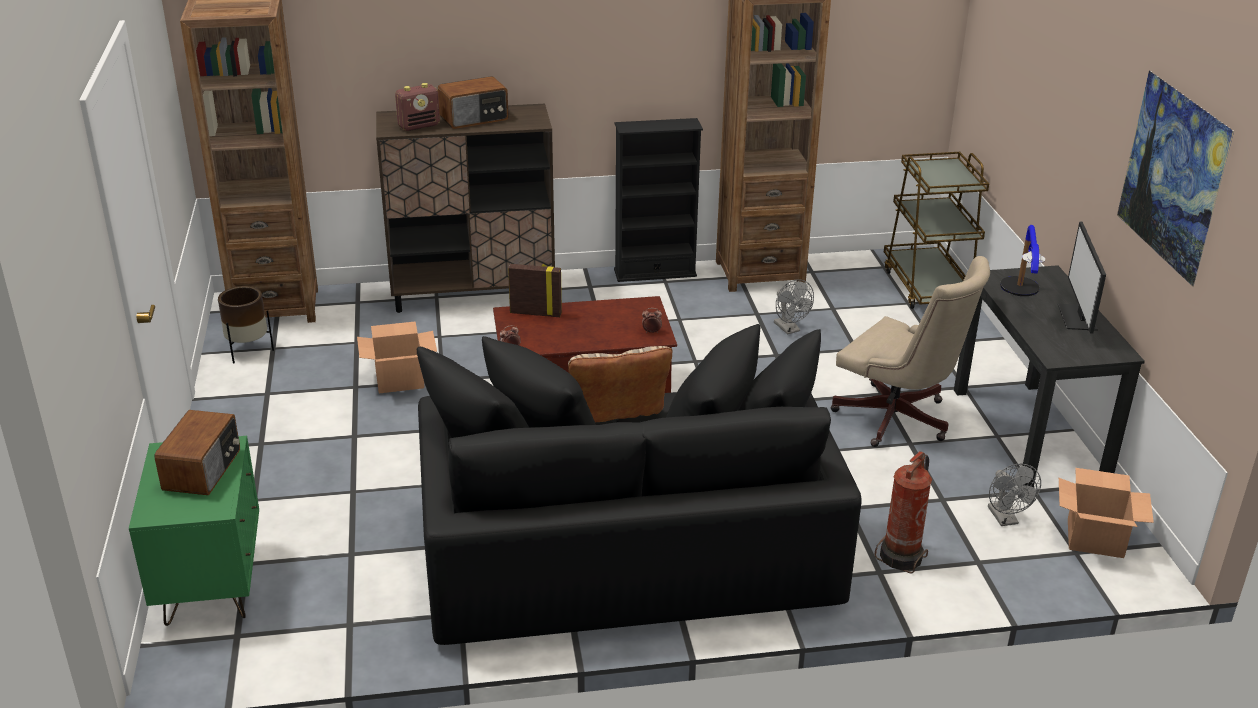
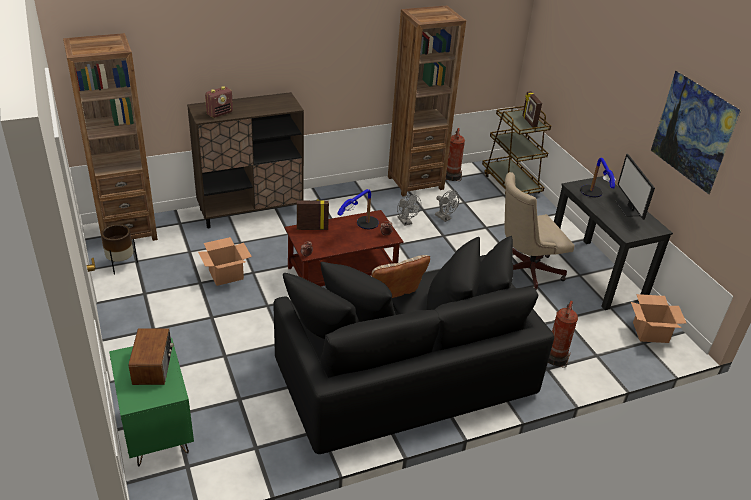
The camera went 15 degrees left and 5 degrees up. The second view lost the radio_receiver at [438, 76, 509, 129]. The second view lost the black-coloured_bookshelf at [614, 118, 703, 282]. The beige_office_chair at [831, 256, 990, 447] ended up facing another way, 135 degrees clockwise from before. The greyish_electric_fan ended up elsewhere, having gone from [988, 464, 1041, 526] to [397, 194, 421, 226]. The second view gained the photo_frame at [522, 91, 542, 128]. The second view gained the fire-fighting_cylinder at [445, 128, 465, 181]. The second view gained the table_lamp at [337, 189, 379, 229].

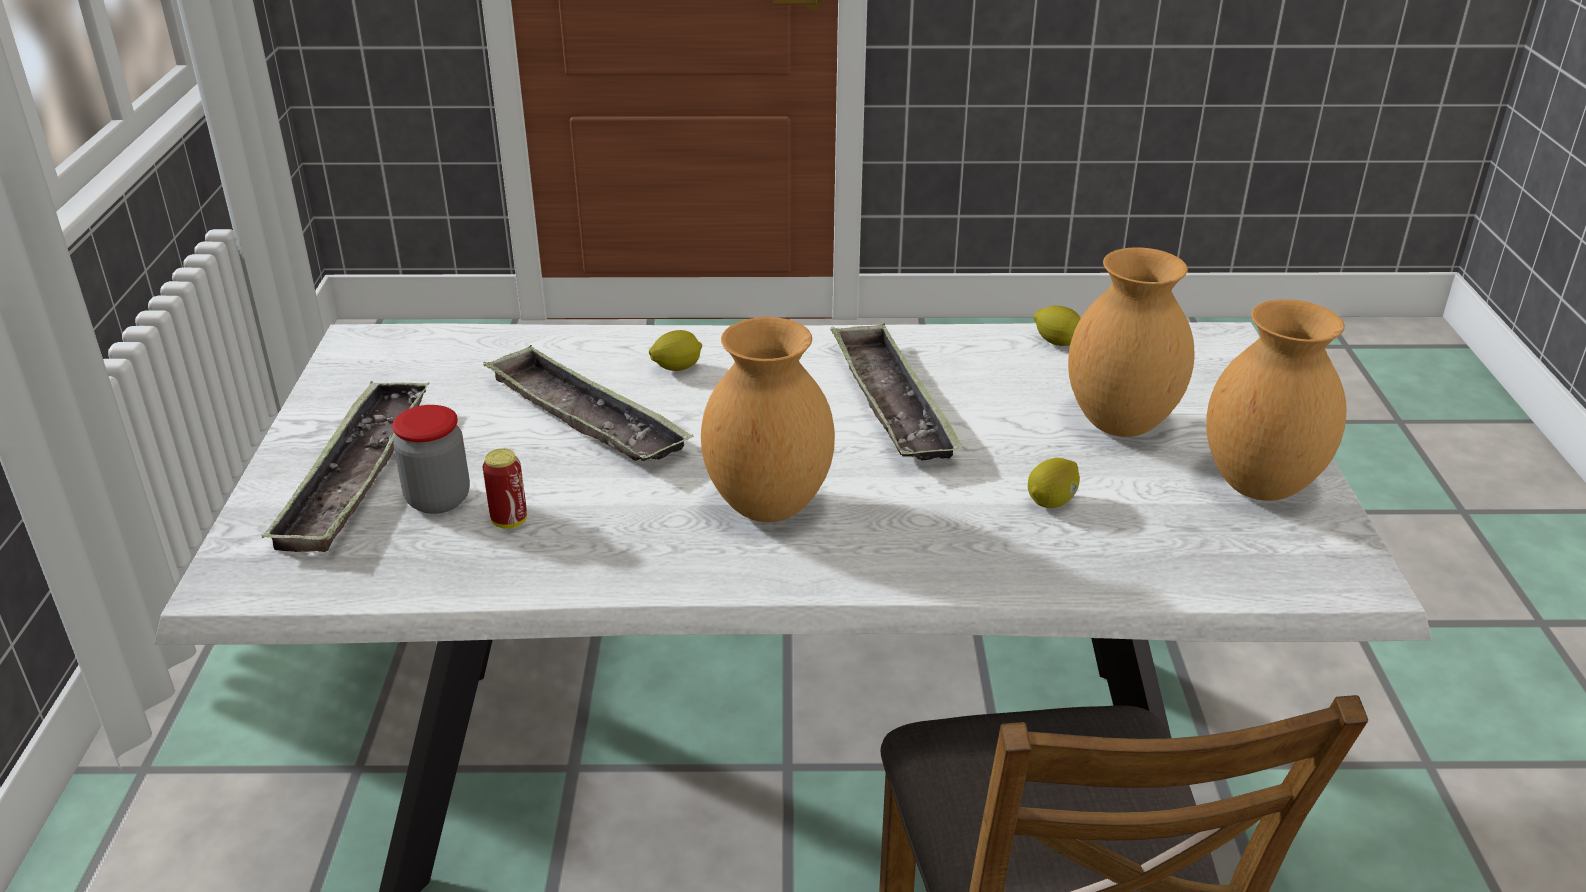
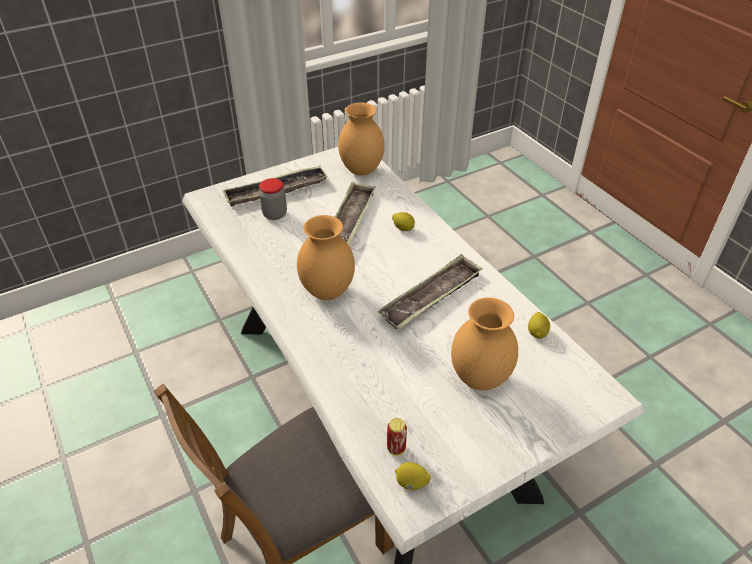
The camera went 60 degrees right and 10 degrees up. The brown_decorative_vase ended up elsewhere, having gone from [1206, 299, 1347, 501] to [338, 102, 385, 176]. The sealed_can ended up elsewhere, having gone from [483, 449, 527, 529] to [387, 418, 407, 455]. The lemon ended up elsewhere, having gone from [1028, 458, 1080, 508] to [395, 462, 431, 490].

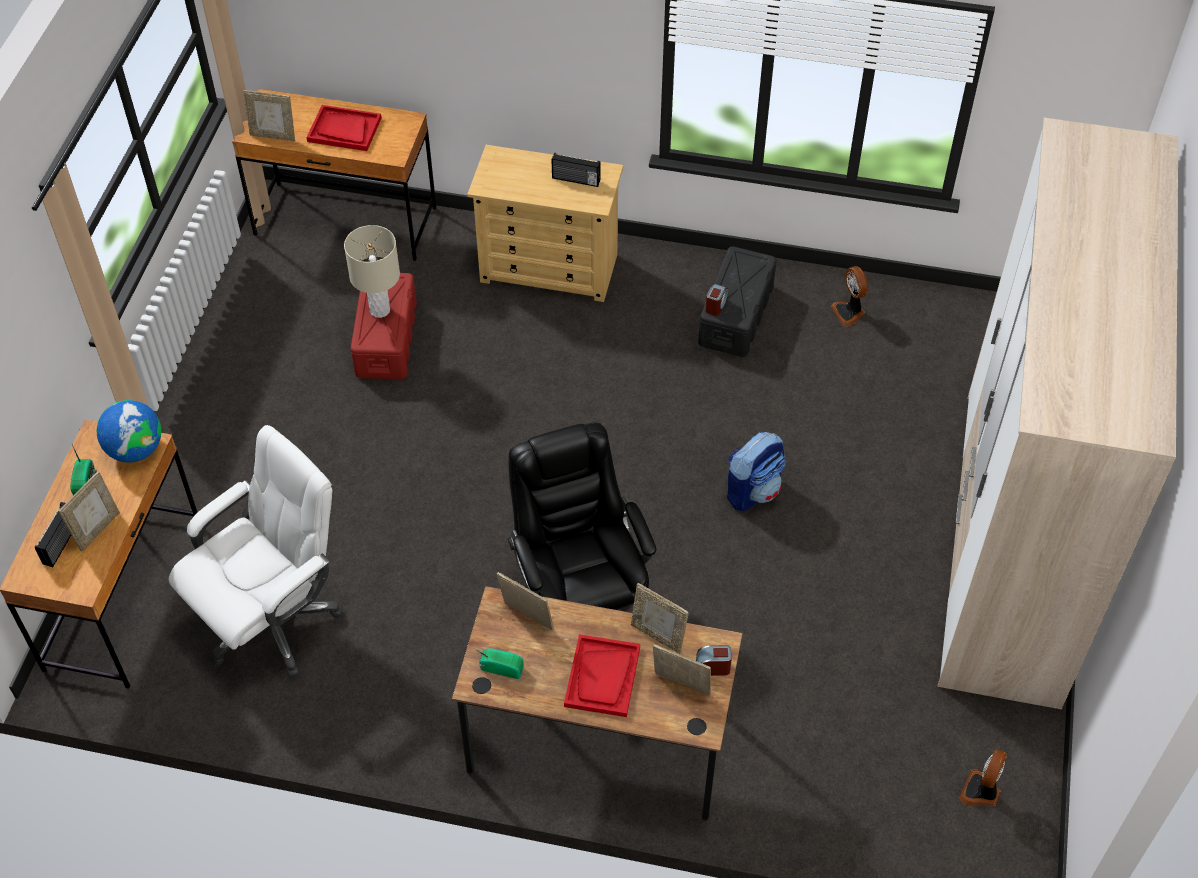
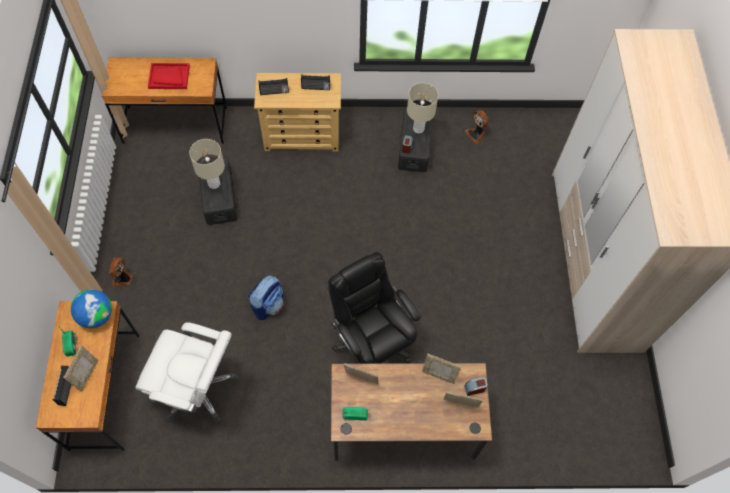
The camera went 15 degrees left and 10 degrees up. The second view lost the photo_frame at [243, 90, 295, 142]. What was the red_storage_box at [351, 273, 417, 379] turned into the black-coloured_storage_box at [198, 157, 237, 225]. The whitish_office_chair at [169, 425, 343, 677] ended up facing another way, 75 degrees clockwise from before. The rucksack ended up elsewhere, having gone from [727, 432, 786, 511] to [248, 275, 283, 320]. The second view lost the red_carrying_tray at [564, 634, 640, 717]. The electric_fan ended up elsewhere, having gone from [959, 749, 1007, 806] to [109, 257, 133, 287]. The second view gained the radio_receiver at [259, 78, 289, 95]. The second view gained the beige_table_lamp at [407, 83, 438, 133].

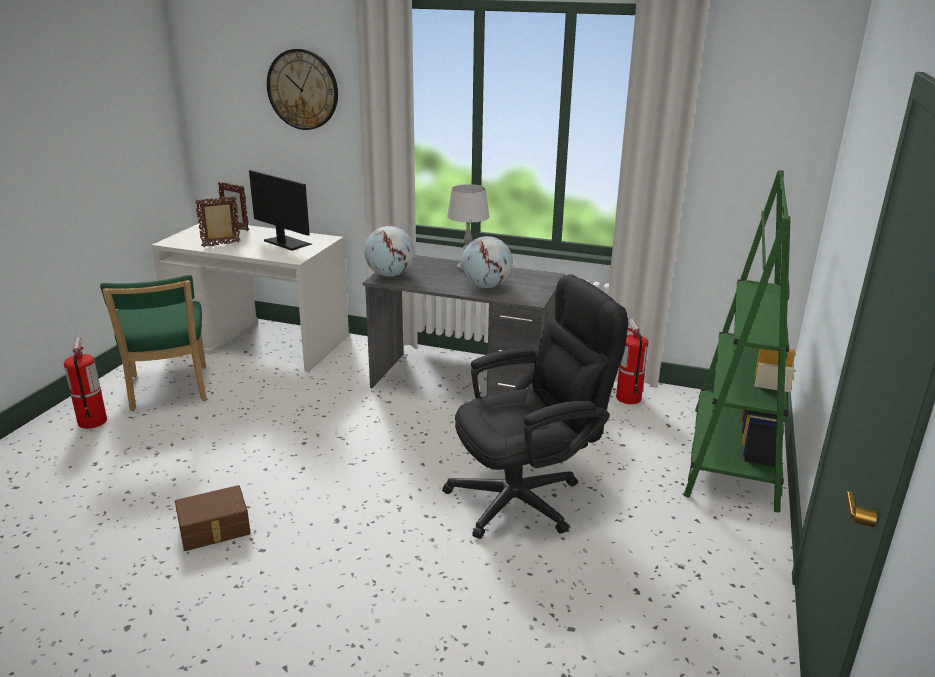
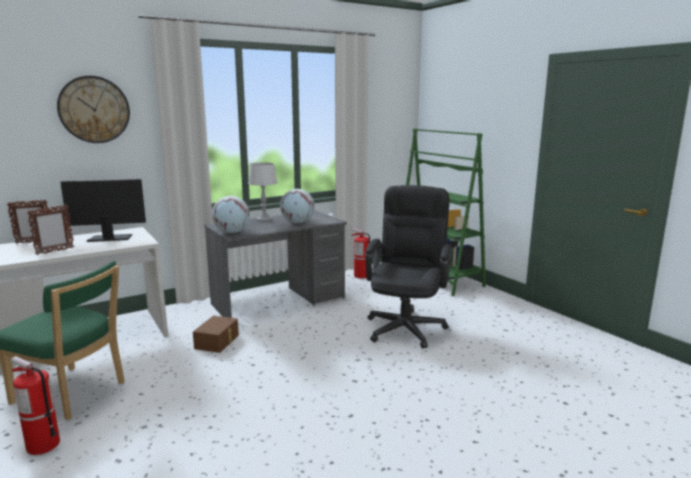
The camera went 50 degrees left and 10 degrees down. The photo_frame at [195, 196, 240, 247] ended up facing another way, 150 degrees counterclockwise from before. The brown_storage_box ended up elsewhere, having gone from [175, 485, 251, 551] to [193, 316, 239, 353].

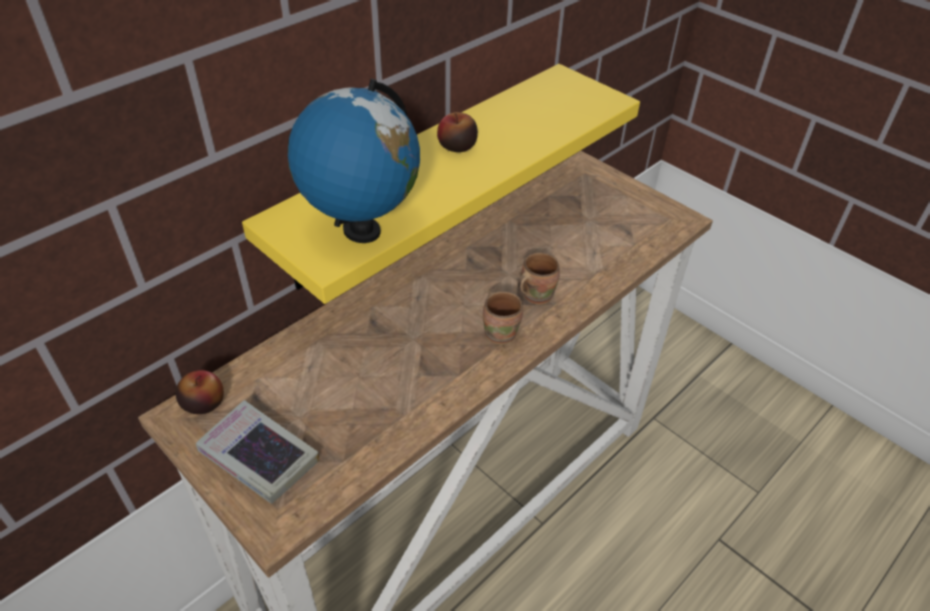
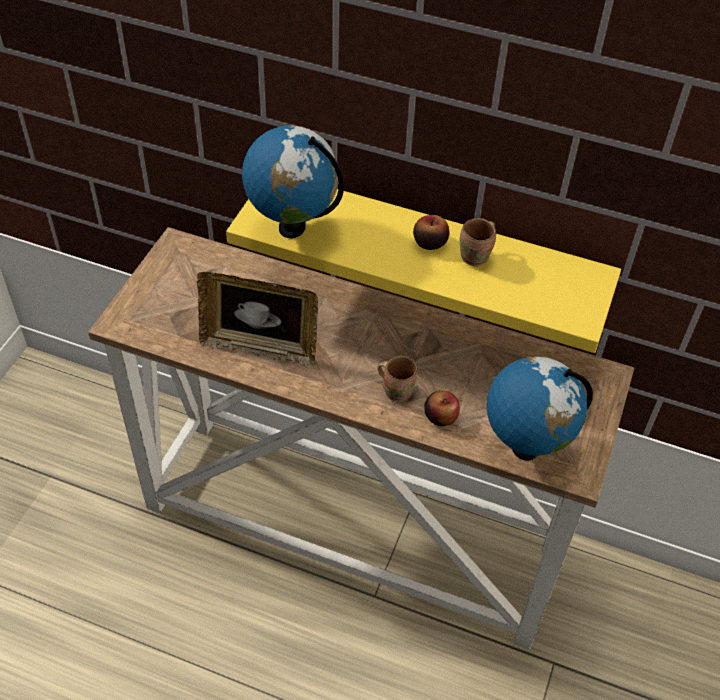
The camera went 65 degrees right and 5 degrees up. The brown_coffee_mug ended up elsewhere, having gone from [483, 291, 523, 345] to [460, 218, 496, 266]. The apple_fruit ended up elsewhere, having gone from [175, 370, 224, 414] to [424, 391, 460, 426]. The second view lost the book at [196, 400, 319, 504]. The second view gained the photo_frame at [197, 272, 318, 369]. The second view gained the globe at [487, 357, 593, 461].

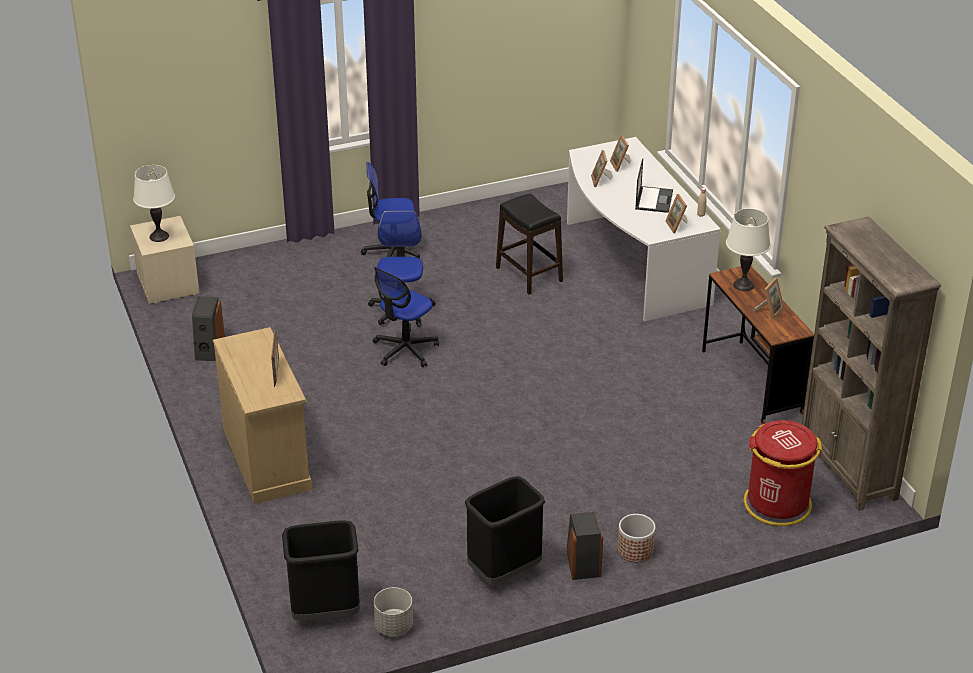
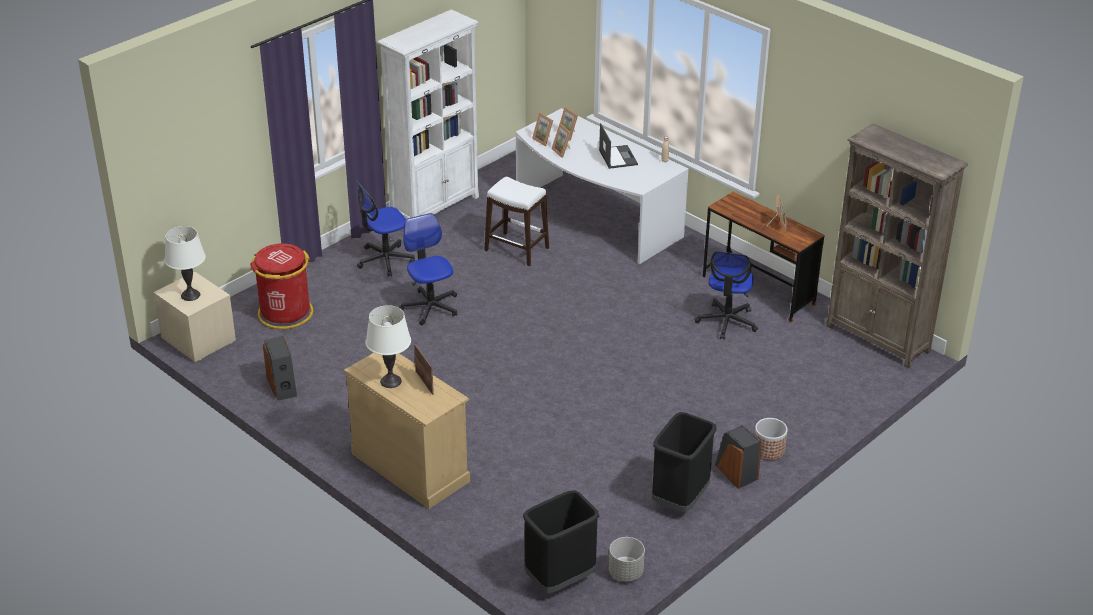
The camera went 25 degrees left and 0 degrees up. What was the black-coloured_stool_seat at [496, 194, 563, 294] turned into the whitish_stool_seat at [484, 177, 549, 266]. The photo_frame ended up elsewhere, having gone from [665, 194, 688, 233] to [532, 113, 553, 146]. The whitish_table_lamp ended up elsewhere, having gone from [726, 209, 771, 291] to [365, 305, 411, 388]. The office_chair ended up elsewhere, having gone from [373, 267, 439, 367] to [694, 251, 758, 340]. The red_rubbish_bin ended up elsewhere, having gone from [743, 420, 823, 526] to [250, 243, 313, 329]. The second view gained the whitish_bookshelf at [378, 9, 479, 219].

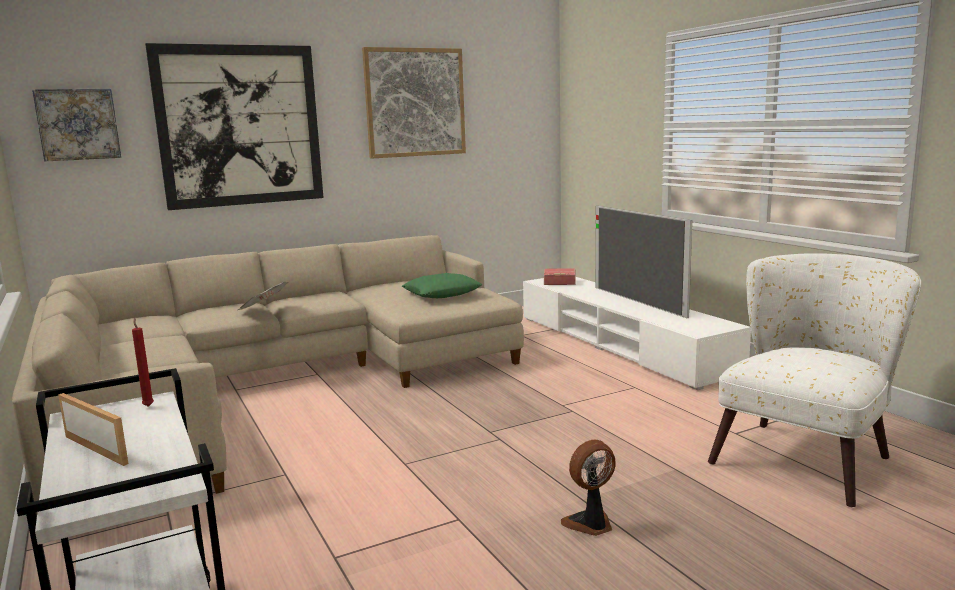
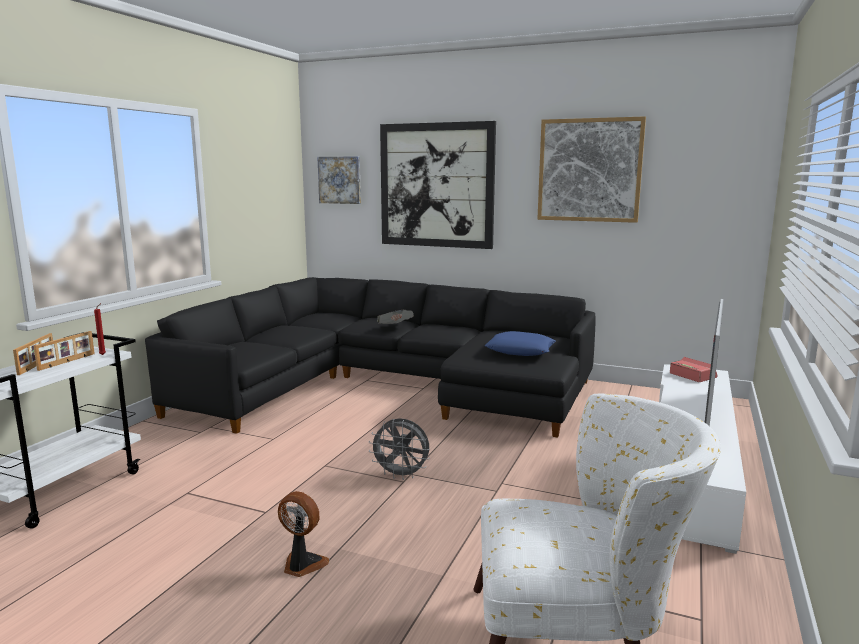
The camera went 50 degrees right and 0 degrees up. What was the beige_couch at [12, 235, 524, 513] turned into the black-coloured_couch at [145, 277, 596, 438]. What was the greenish_cushion at [402, 273, 482, 298] turned into the blue_cushion at [485, 331, 556, 356]. The second view gained the photo_frame at [34, 331, 95, 371]. The second view gained the greyish_electric_fan at [368, 418, 430, 480].

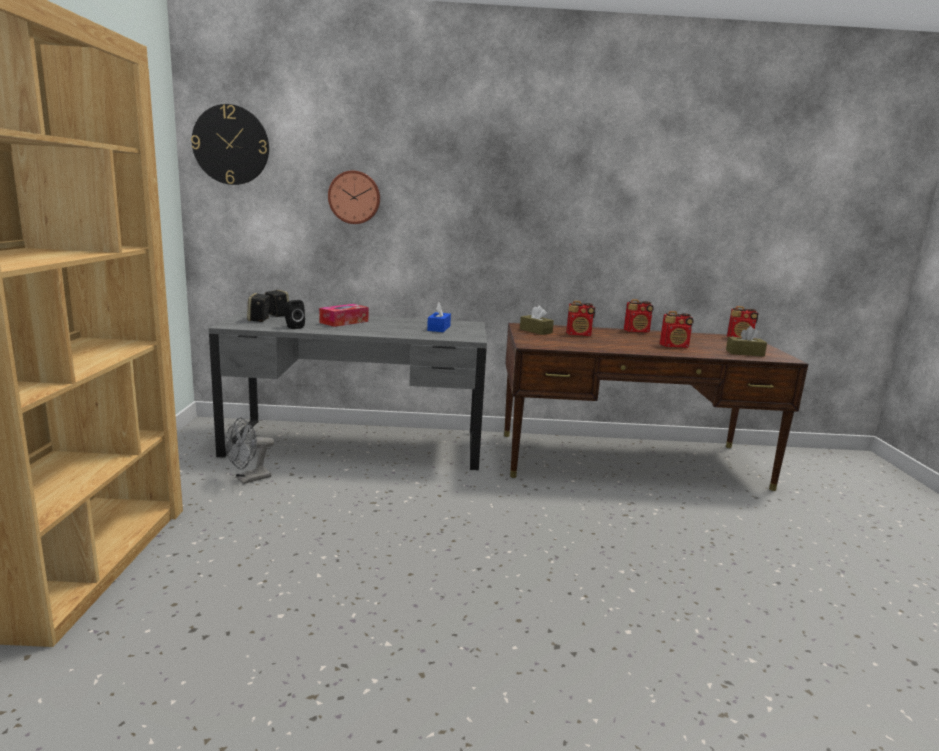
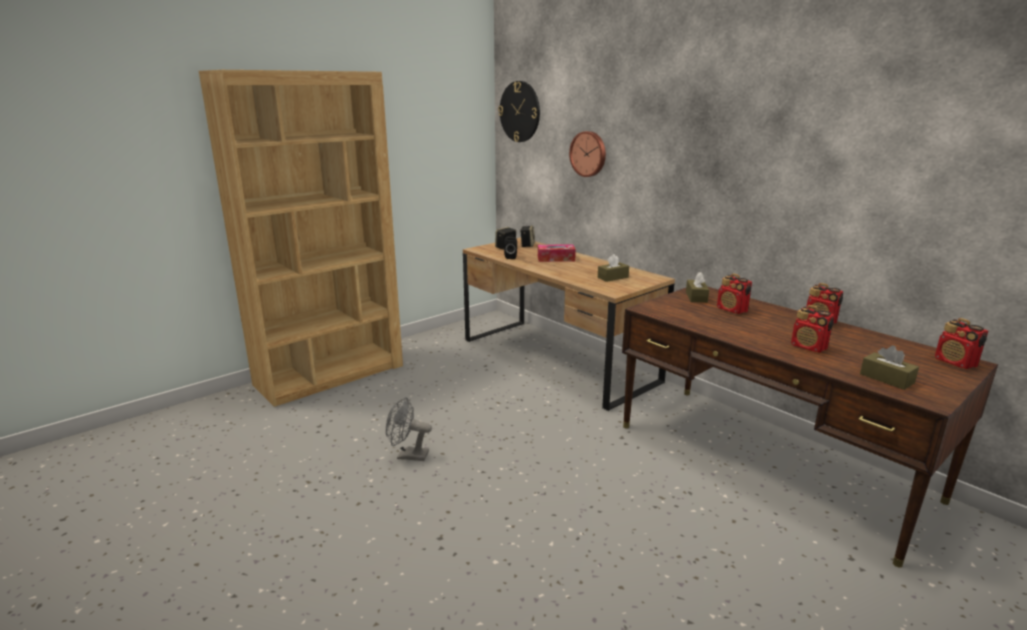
The camera went 50 degrees right and 5 degrees up. What was the blue_box_of_tissues at [427, 303, 451, 332] turned into the brown_box_of_tissues at [598, 254, 629, 282]. What was the greyish_desk_unit at [208, 309, 487, 470] turned into the brown_desk_unit at [463, 237, 675, 411]. The greyish_electric_fan ended up elsewhere, having gone from [225, 417, 274, 484] to [386, 397, 432, 461].

